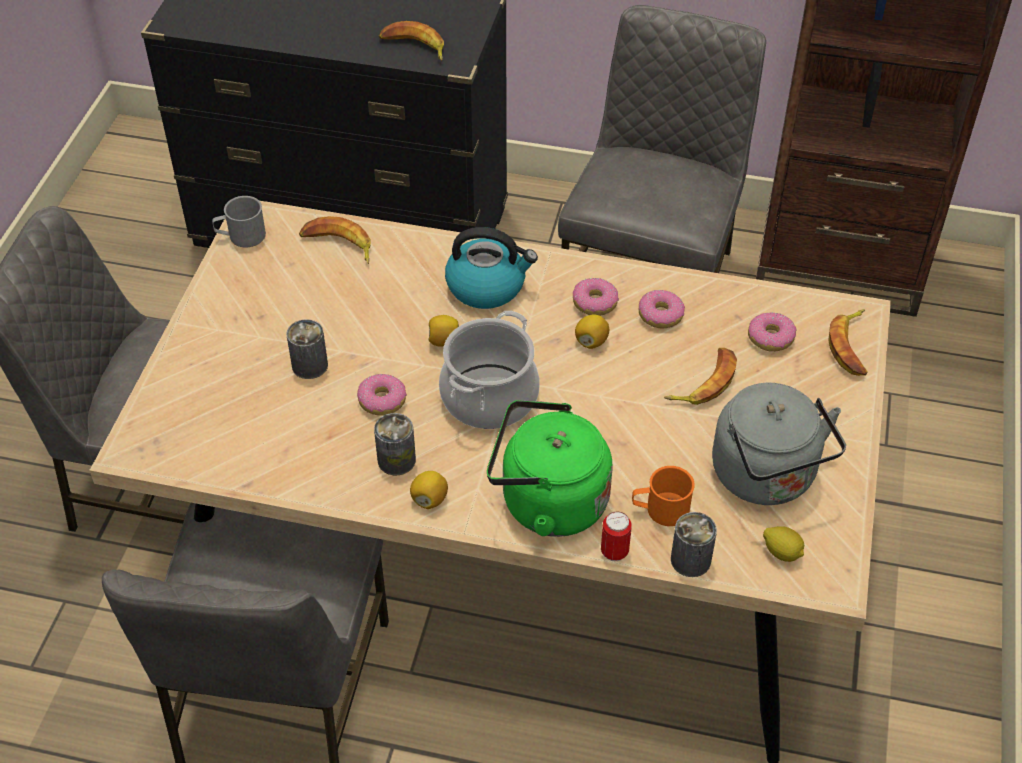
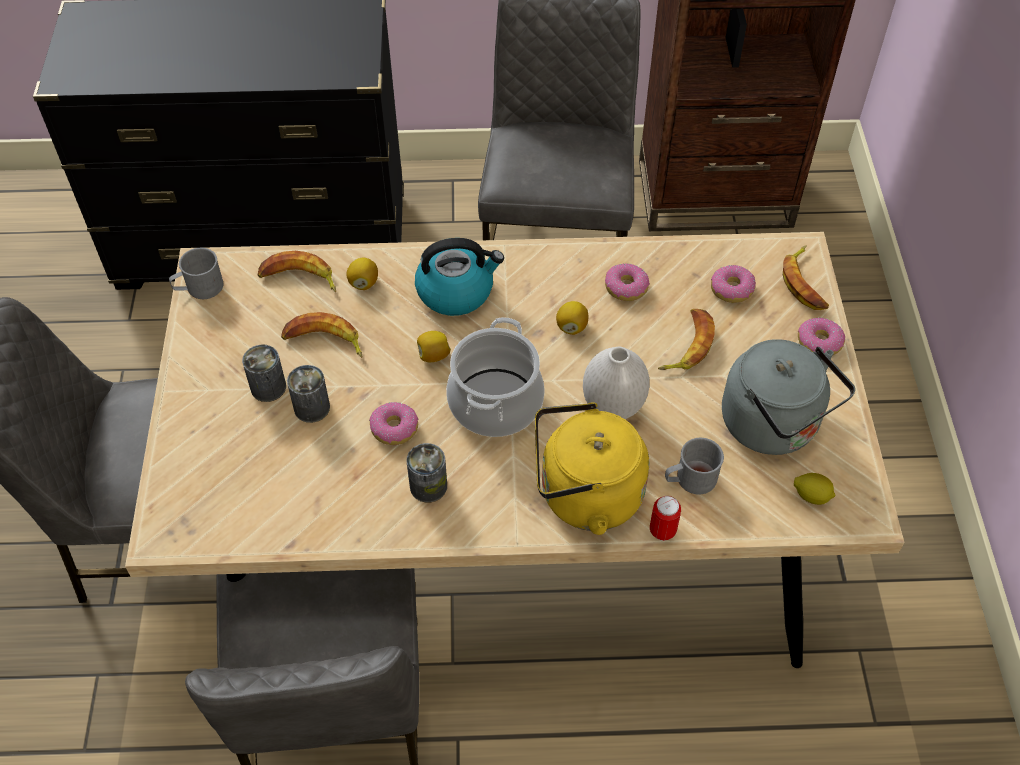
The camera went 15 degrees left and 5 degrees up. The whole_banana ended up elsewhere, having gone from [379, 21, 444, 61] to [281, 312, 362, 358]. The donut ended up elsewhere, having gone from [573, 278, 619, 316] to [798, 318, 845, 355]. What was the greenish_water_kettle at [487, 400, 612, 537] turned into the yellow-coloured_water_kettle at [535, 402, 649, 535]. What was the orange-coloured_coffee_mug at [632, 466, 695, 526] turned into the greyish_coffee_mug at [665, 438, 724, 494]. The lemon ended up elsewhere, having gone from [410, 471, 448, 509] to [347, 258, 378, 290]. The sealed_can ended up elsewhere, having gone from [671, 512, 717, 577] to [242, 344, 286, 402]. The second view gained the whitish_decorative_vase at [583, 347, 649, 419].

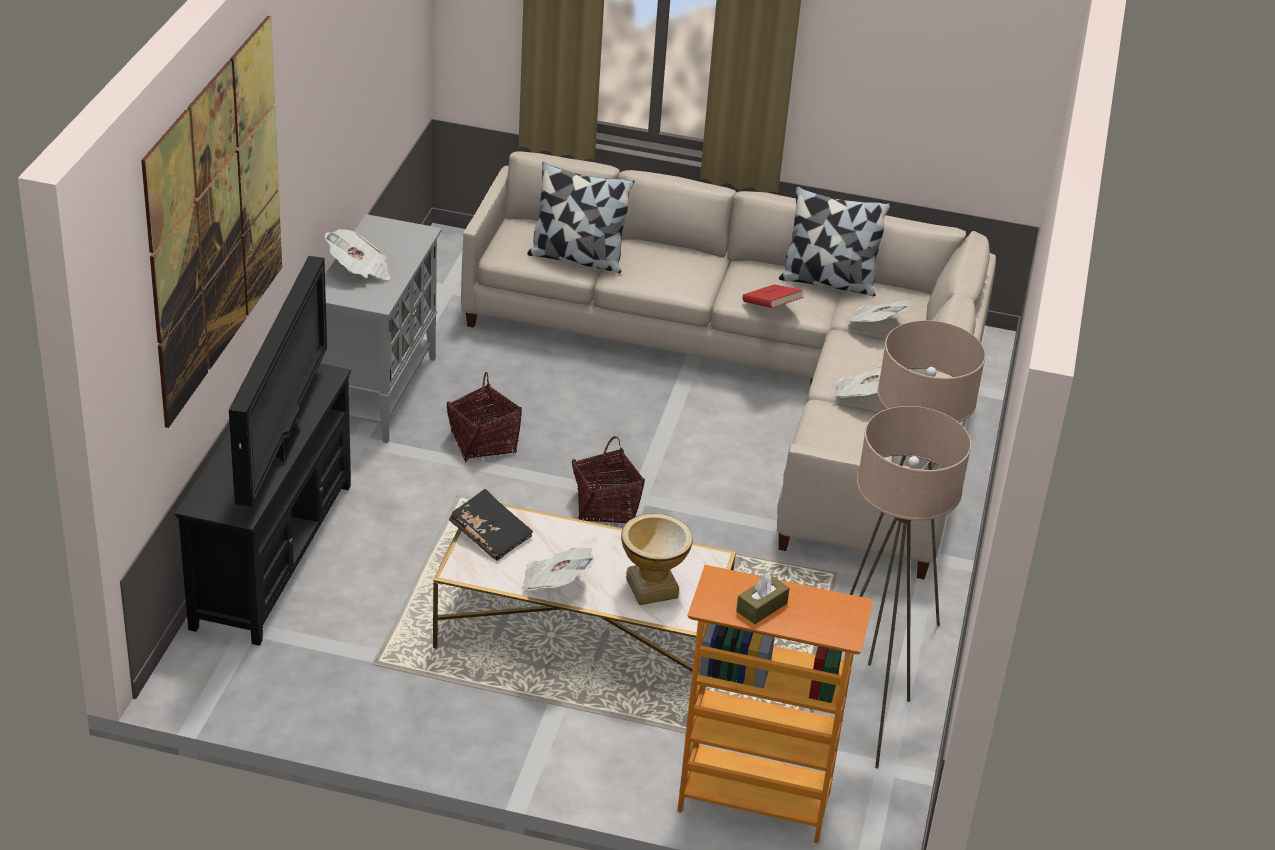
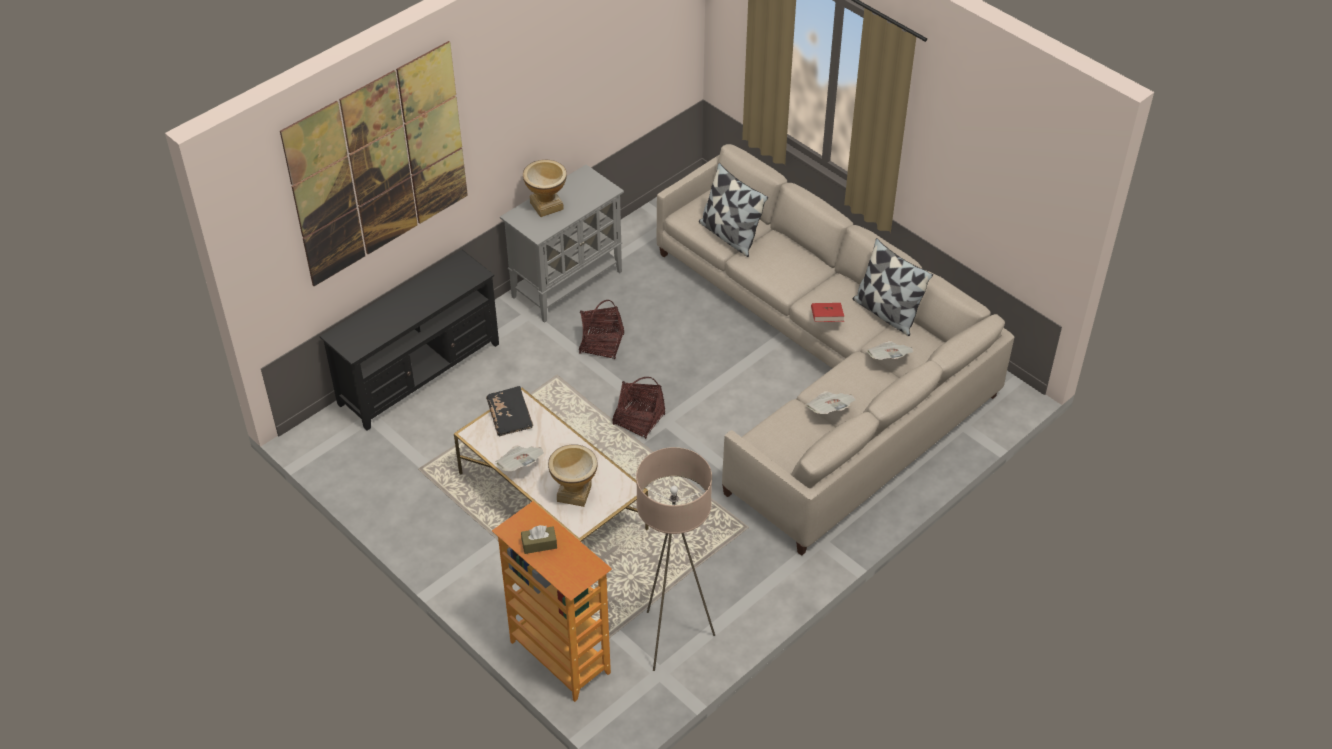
The camera went 35 degrees right and 10 degrees up. Where the newspaper stood at [325, 229, 390, 280], the decorative_vase came to stand at [523, 160, 567, 217]. The second view lost the television at [229, 256, 327, 507]. The second view lost the beige_standard_lamp at [850, 320, 986, 666].

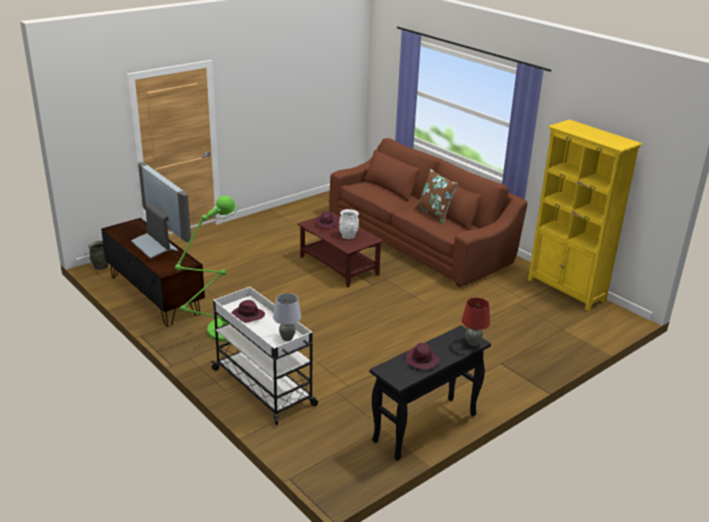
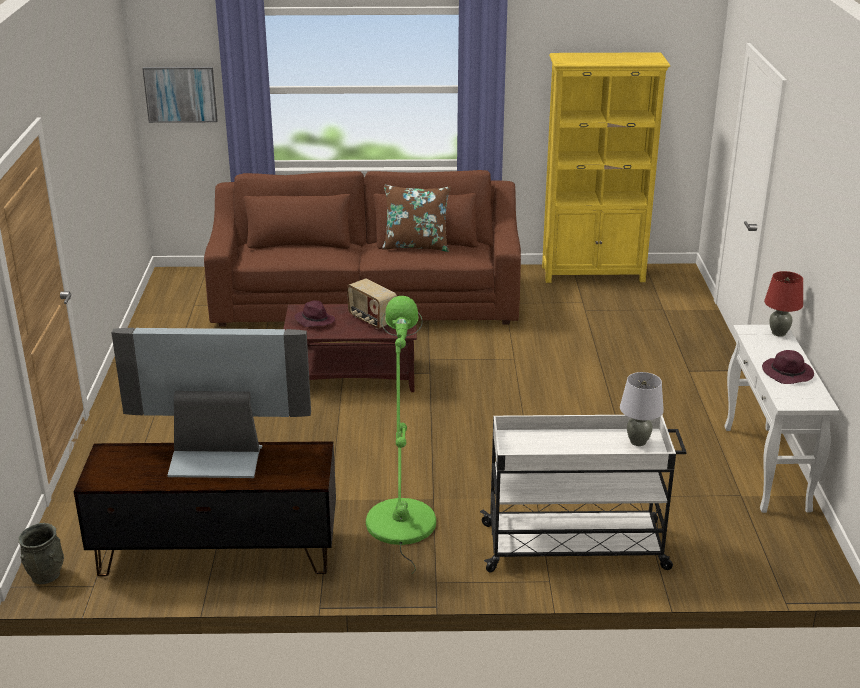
The camera went 50 degrees left and 0 degrees up. Where the whitish_decorative_vase stood at [339, 209, 359, 239], the radio_receiver came to stand at [347, 278, 397, 329]. The second view lost the purplish_clothing_hat at [232, 300, 265, 323]. What was the black-coloured_console_table at [370, 325, 491, 461] turned into the whitish_console_table at [724, 325, 839, 513]. The second view gained the wall_picture at [142, 67, 218, 123].

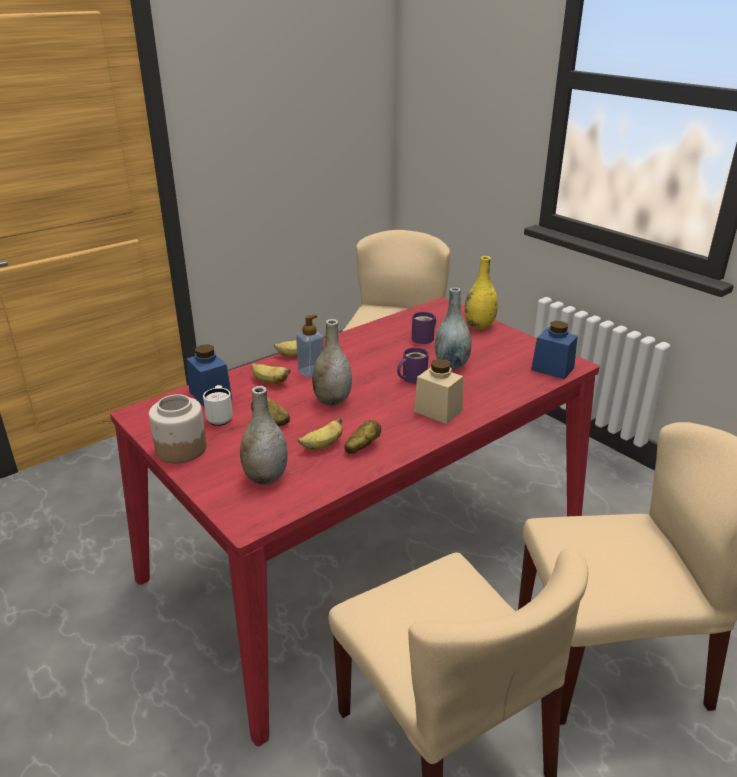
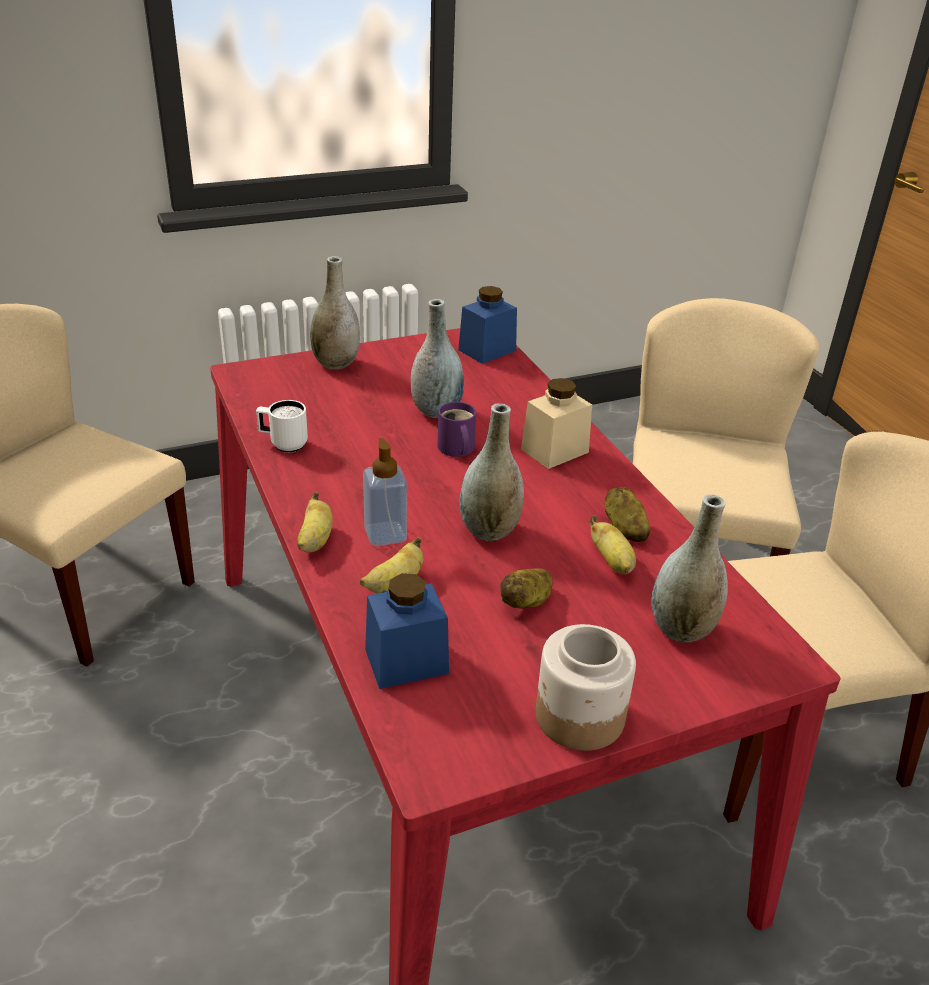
The camera went 75 degrees left and 5 degrees up. What was the yellow-coloured_decorative_vase at [465, 256, 498, 330] turned into the greyish_decorative_vase at [310, 256, 360, 370]. The second view lost the purplish_coffee_mug at [412, 312, 436, 344]. The whitish_coffee_mug ended up elsewhere, having gone from [203, 385, 233, 426] to [256, 400, 308, 453].

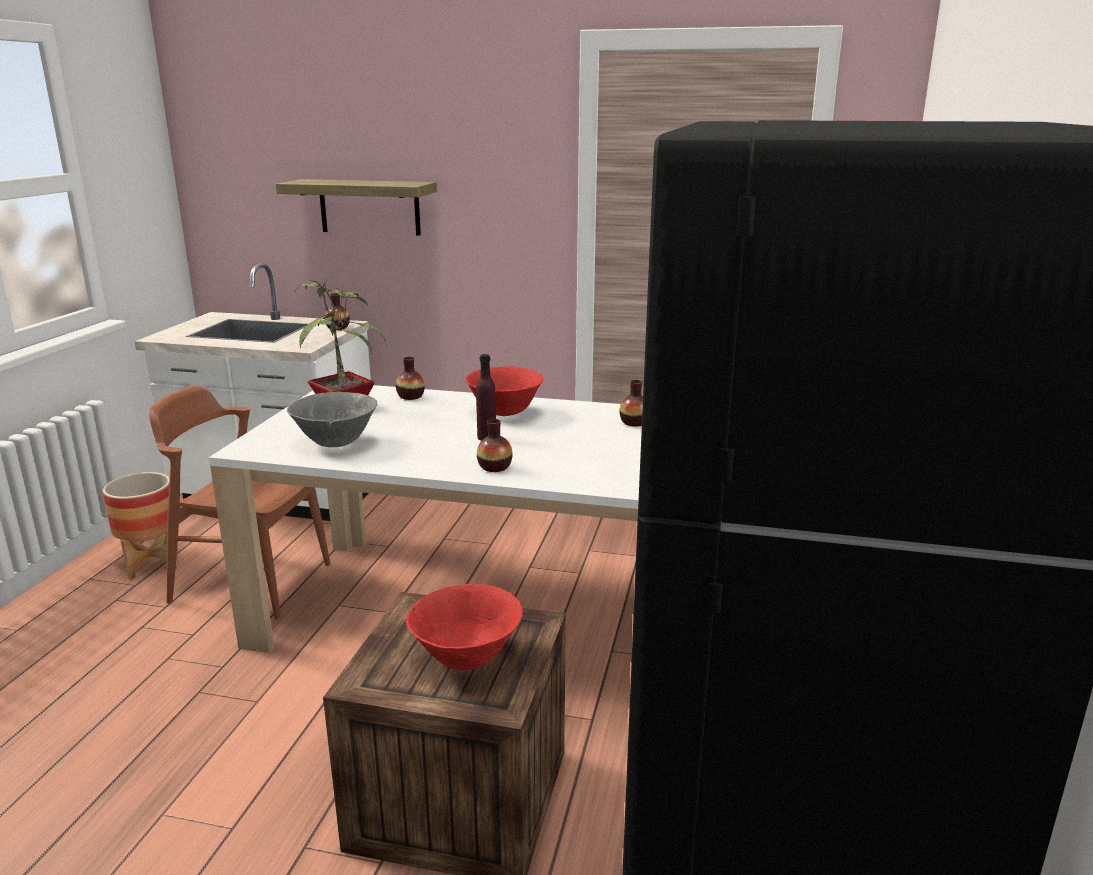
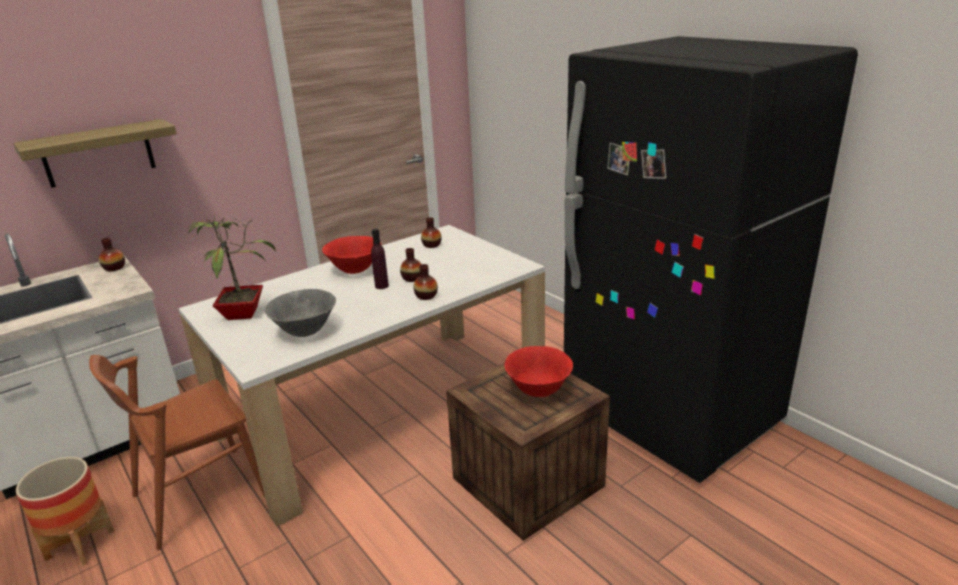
The camera went 50 degrees left and 5 degrees up. The decorative_vase ended up elsewhere, having gone from [396, 357, 425, 400] to [400, 248, 422, 282].

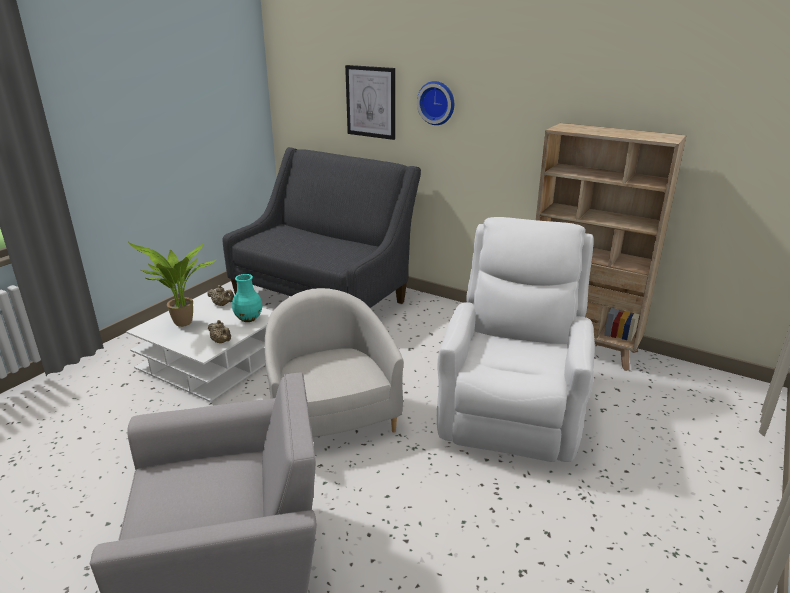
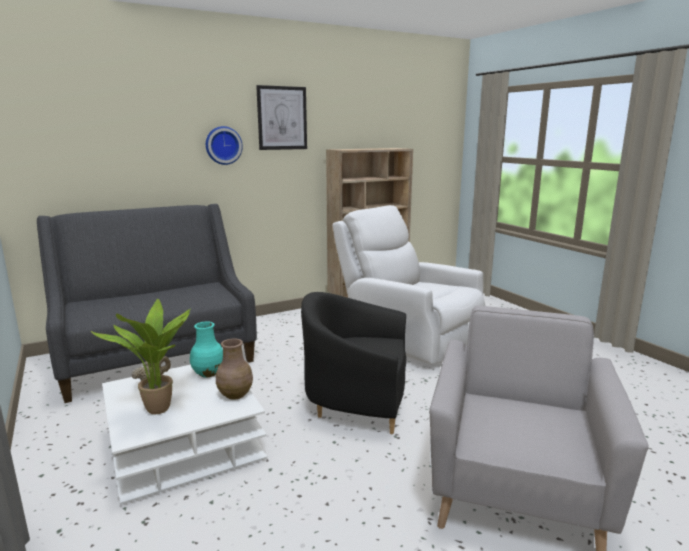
The camera went 60 degrees left and 10 degrees down. The wall_picture ended up elsewhere, having gone from [345, 65, 395, 140] to [256, 85, 307, 150]. What was the whitish_armchair at [265, 288, 403, 437] turned into the black-coloured_armchair at [301, 292, 406, 434]. Where the beige_tea_pot stood at [208, 320, 231, 343], the brown_decorative_vase came to stand at [216, 339, 253, 400].

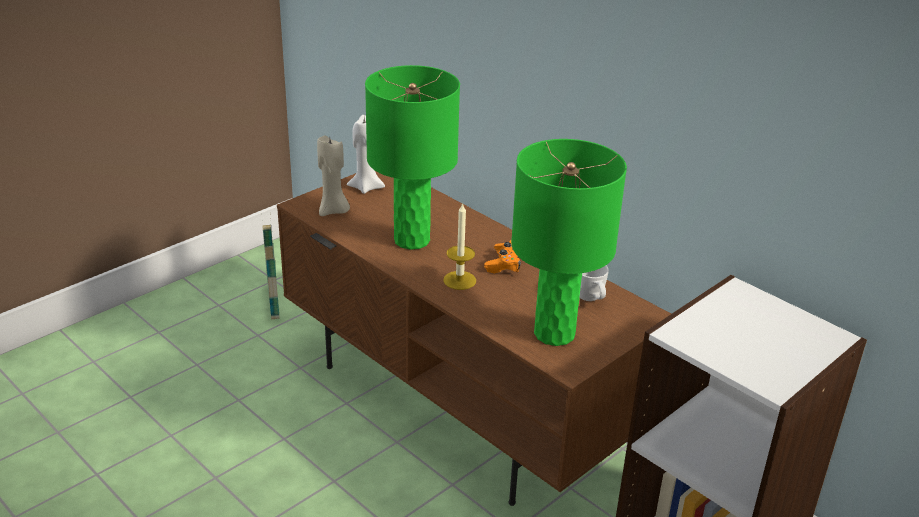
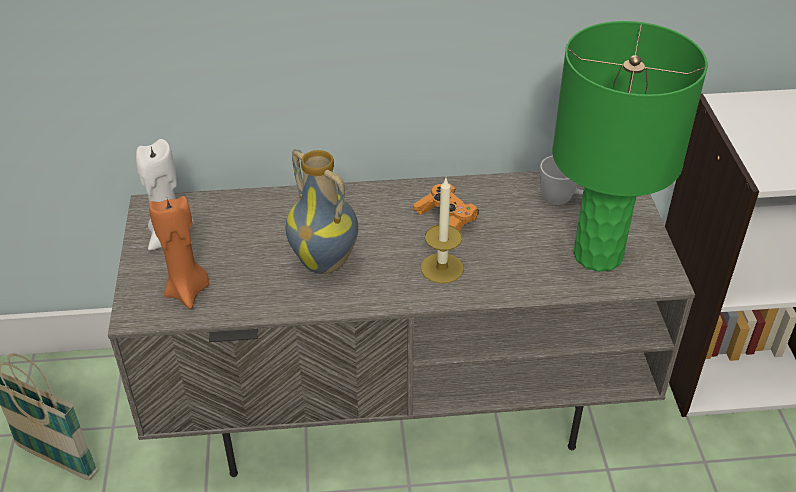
The camera went 50 degrees left and 10 degrees up. Where the greenish_table_lamp stood at [365, 65, 460, 250], the decorative_vase came to stand at [286, 149, 358, 274]. What was the beige_wax_candle at [317, 136, 350, 216] turned into the orange-coloured_wax_candle at [149, 196, 209, 309]. What was the brown_media_console at [277, 171, 671, 506] turned into the greyish_media_console at [108, 171, 695, 477].

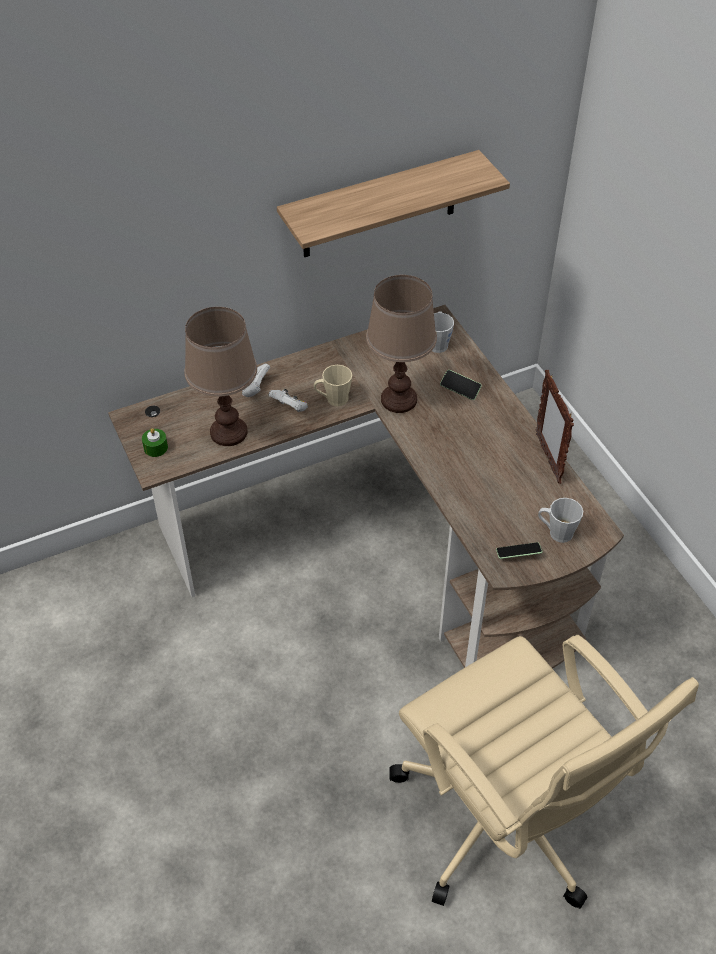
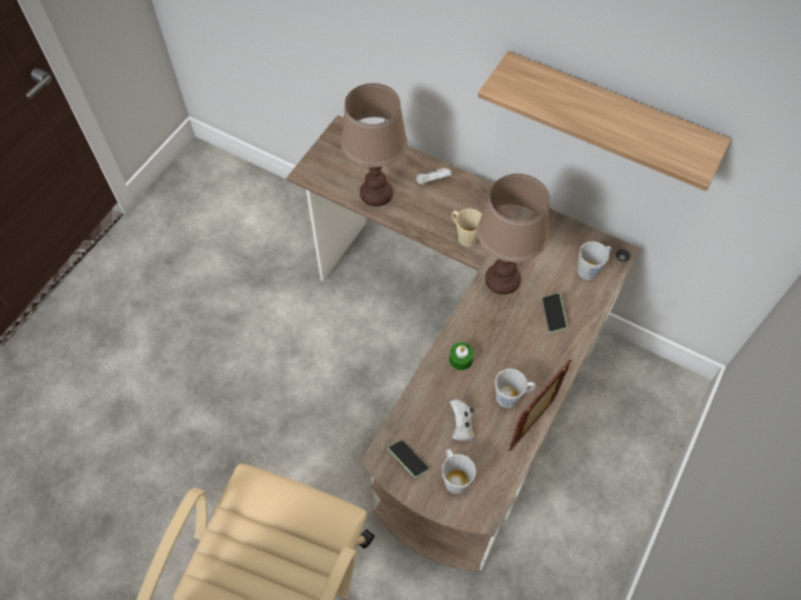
The camera went 55 degrees right and 10 degrees up. The whitish_joypad ended up elsewhere, having gone from [269, 389, 308, 412] to [450, 399, 474, 441]. The greenish_wax_candle ended up elsewhere, having gone from [142, 428, 168, 457] to [449, 342, 474, 370]. The second view gained the greyish_coffee_mug at [495, 369, 536, 408].

